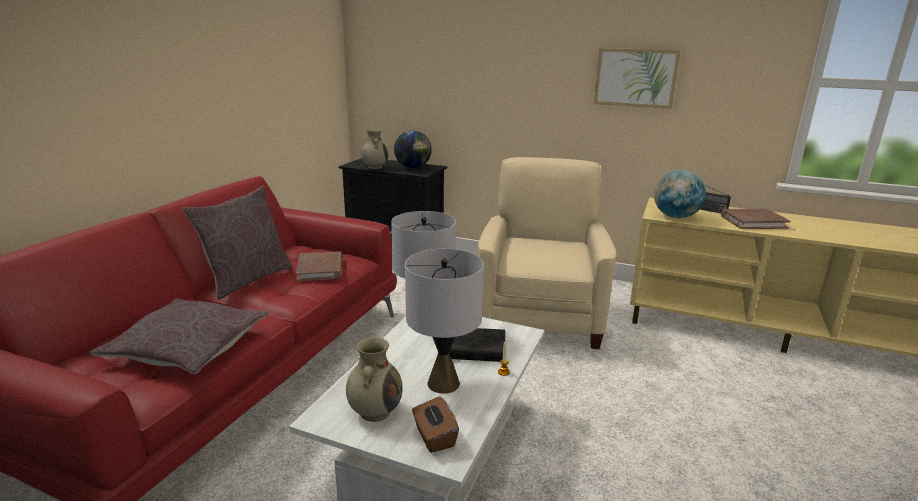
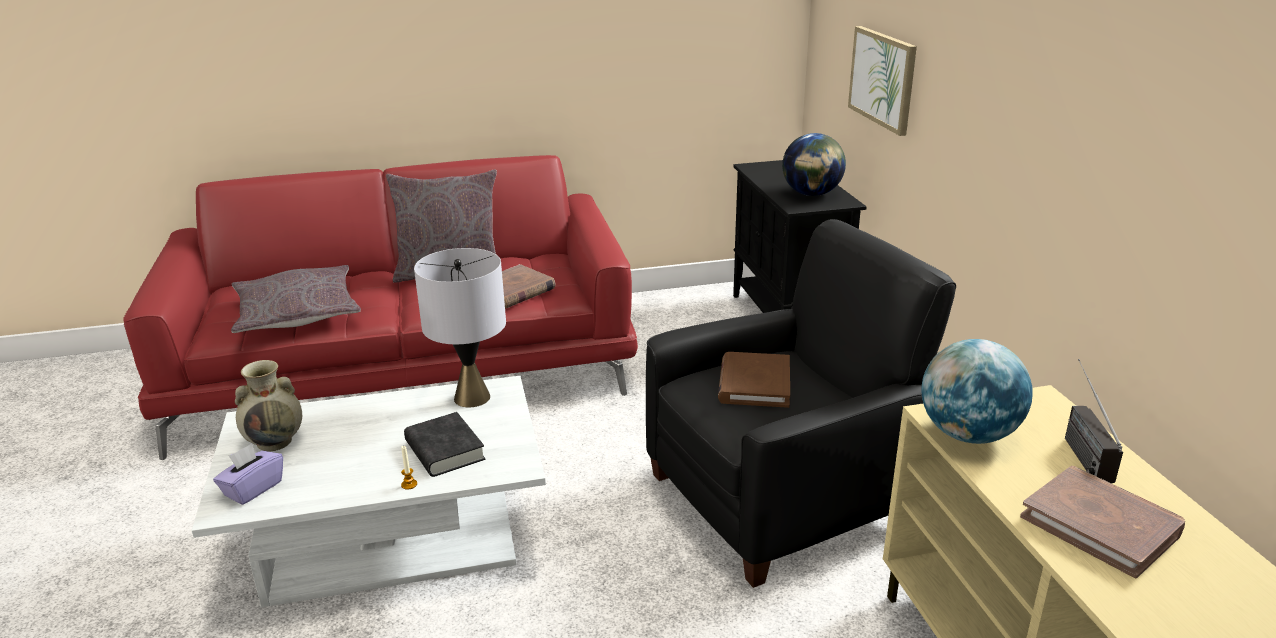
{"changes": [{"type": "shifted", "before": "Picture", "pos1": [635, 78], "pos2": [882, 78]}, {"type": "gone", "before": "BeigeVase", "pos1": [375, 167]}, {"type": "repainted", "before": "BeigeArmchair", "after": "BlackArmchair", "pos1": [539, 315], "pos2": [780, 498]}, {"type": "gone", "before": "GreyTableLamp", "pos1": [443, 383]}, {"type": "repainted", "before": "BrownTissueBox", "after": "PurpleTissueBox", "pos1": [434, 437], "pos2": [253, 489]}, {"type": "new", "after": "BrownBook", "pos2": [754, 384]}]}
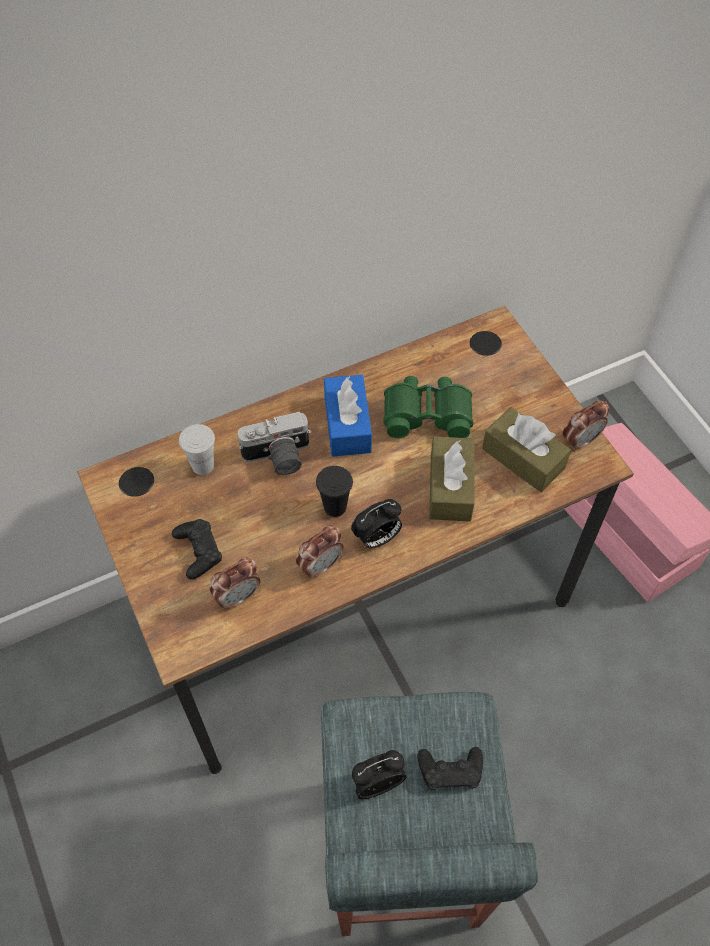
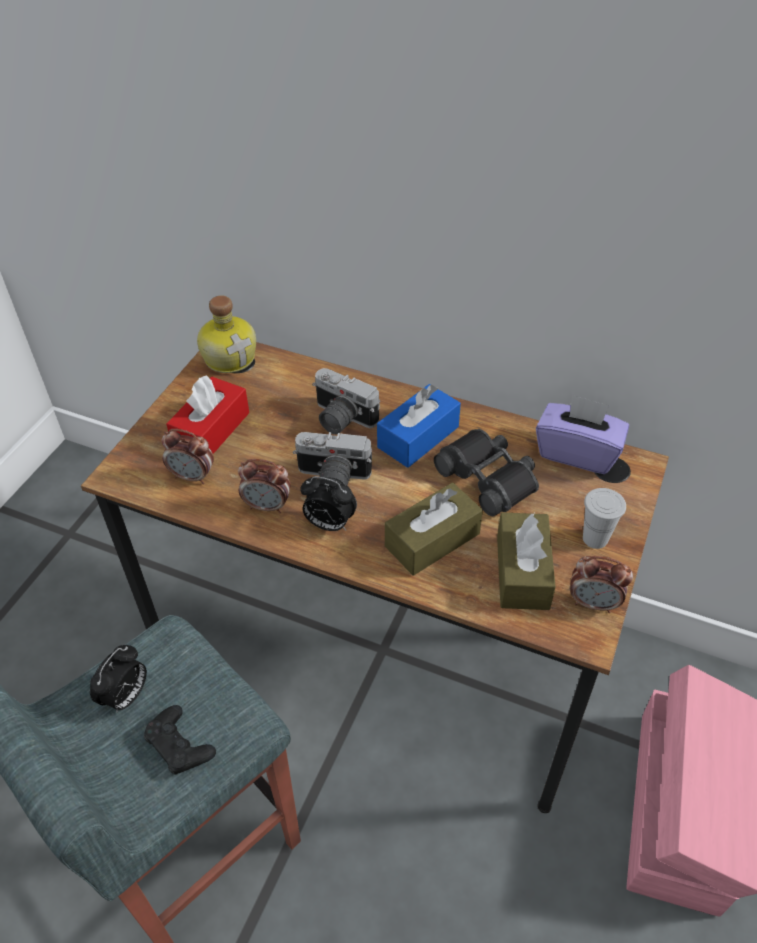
{"changes": [{"type": "repainted", "before": "GreenBinoculars", "after": "BlackBinoculars", "pos1": [427, 414], "pos2": [488, 478]}, {"type": "shifted", "before": "WhiteCup", "pos1": [203, 465], "pos2": [595, 538]}, {"type": "swapped", "before": "BlackCup", "after": "PhotoCamera", "pos1": [335, 507], "pos2": [331, 479]}, {"type": "swapped", "before": "BlackGameController", "after": "RedTissueBox", "pos1": [198, 551], "pos2": [211, 430]}, {"type": "rotated", "before": "AlarmClock", "pos1": [377, 782], "pos2": [126, 696], "turn": 90}, {"type": "new", "after": "Bottle", "pos2": [230, 356]}, {"type": "new", "after": "PurpleTissueBox", "pos2": [577, 452]}]}
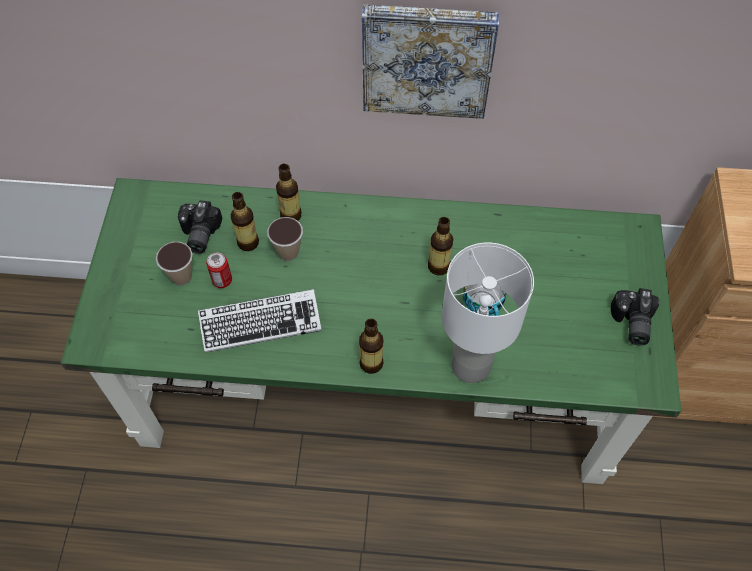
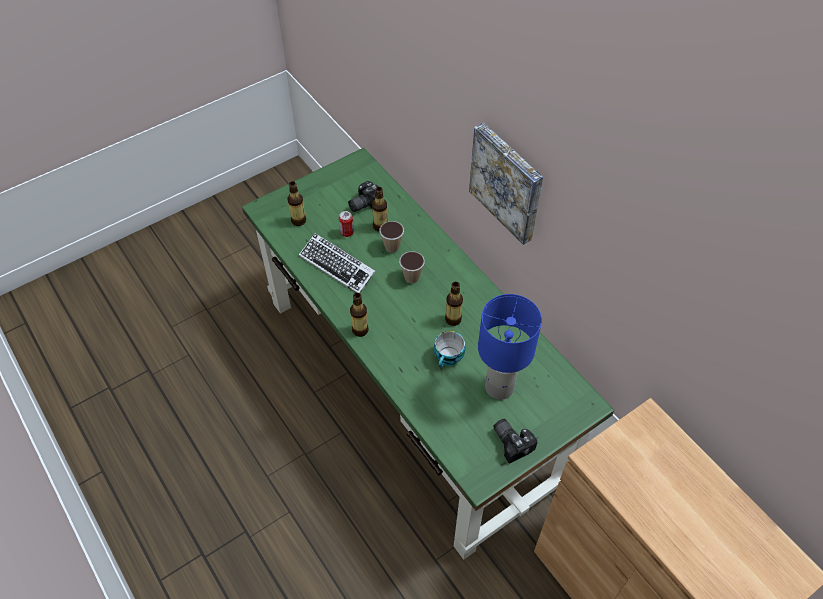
{"changes": [{"type": "shifted", "before": "Bottle", "pos1": [291, 215], "pos2": [298, 221]}, {"type": "shifted", "before": "Cup", "pos1": [181, 277], "pos2": [411, 277]}, {"type": "gone", "before": "WhiteTableLamp", "pos1": [471, 364]}, {"type": "rotated", "before": "PhotoCamera", "pos1": [630, 323], "pos2": [513, 441], "turn": 90}, {"type": "new", "after": "BlueTableLamp", "pos2": [500, 387]}]}
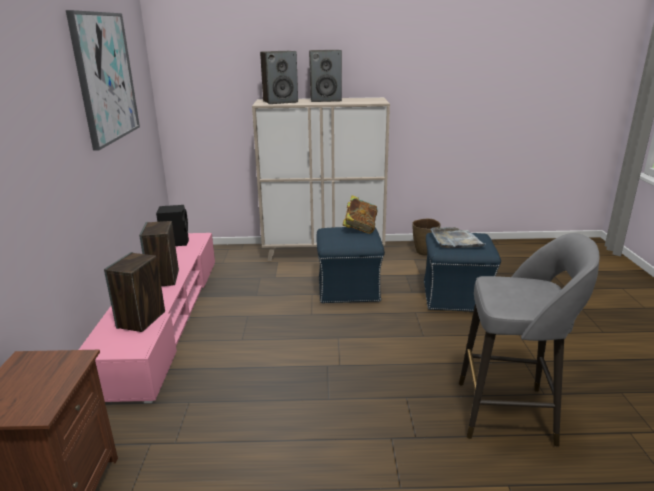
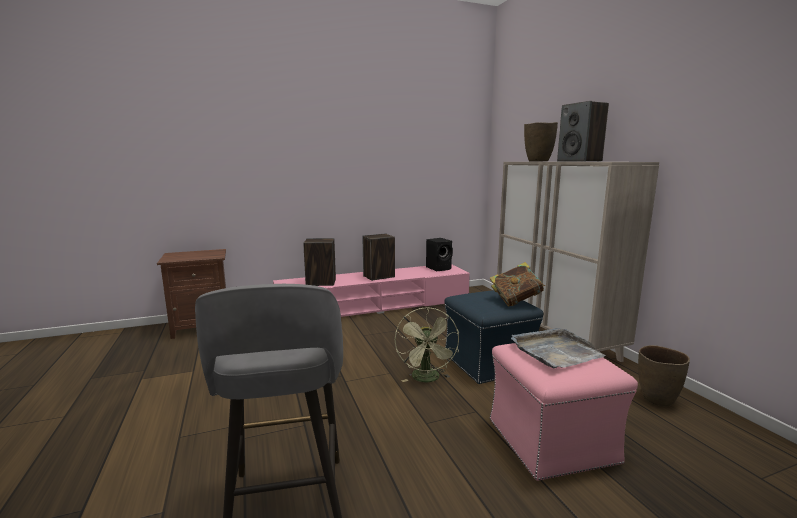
{"changes": [{"type": "gone", "before": "Picture", "pos1": [105, 77]}, {"type": "swapped", "before": "Speaker", "after": "BrownVase", "pos1": [280, 102], "pos2": [538, 161]}, {"type": "repainted", "before": "BlueOttoman", "after": "PinkOttoman", "pos1": [457, 296], "pos2": [552, 441]}, {"type": "new", "after": "GreenFan", "pos2": [427, 379]}]}
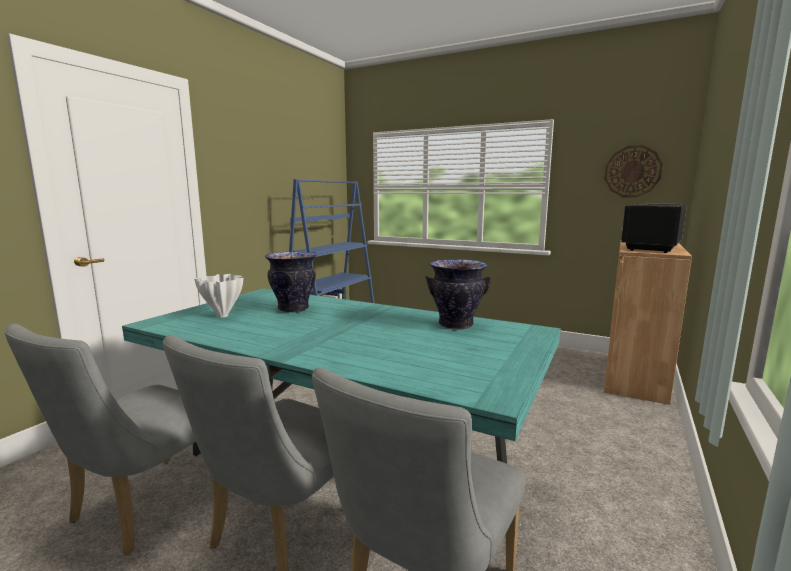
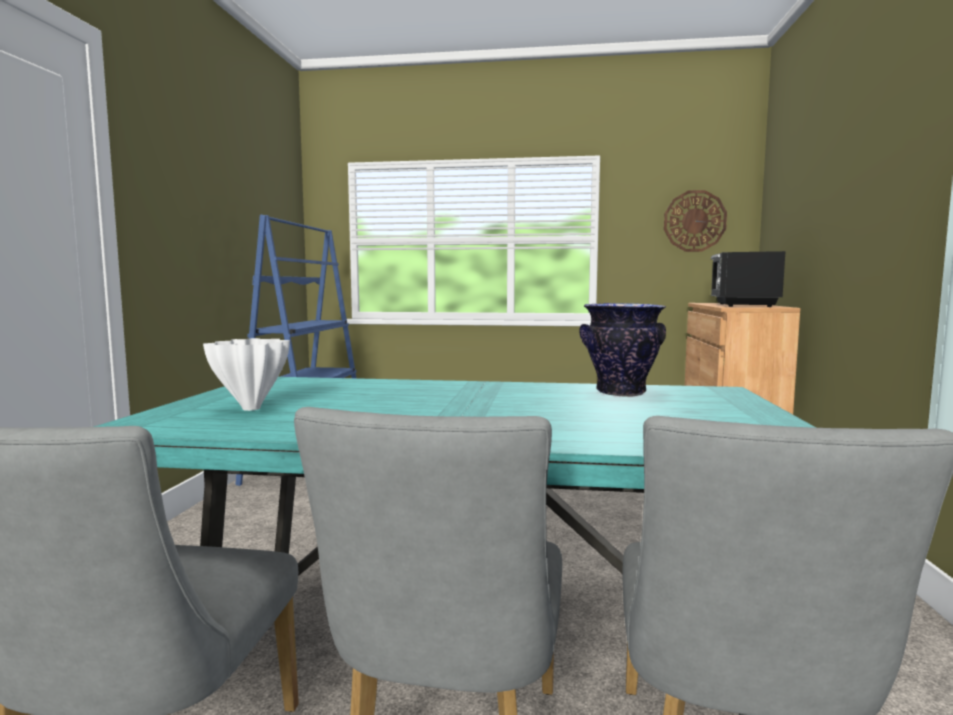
{"changes": [{"type": "gone", "before": "Vase", "pos1": [294, 309]}]}
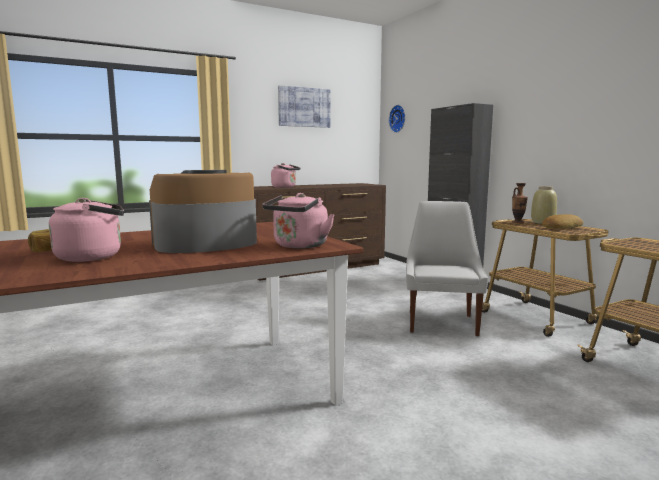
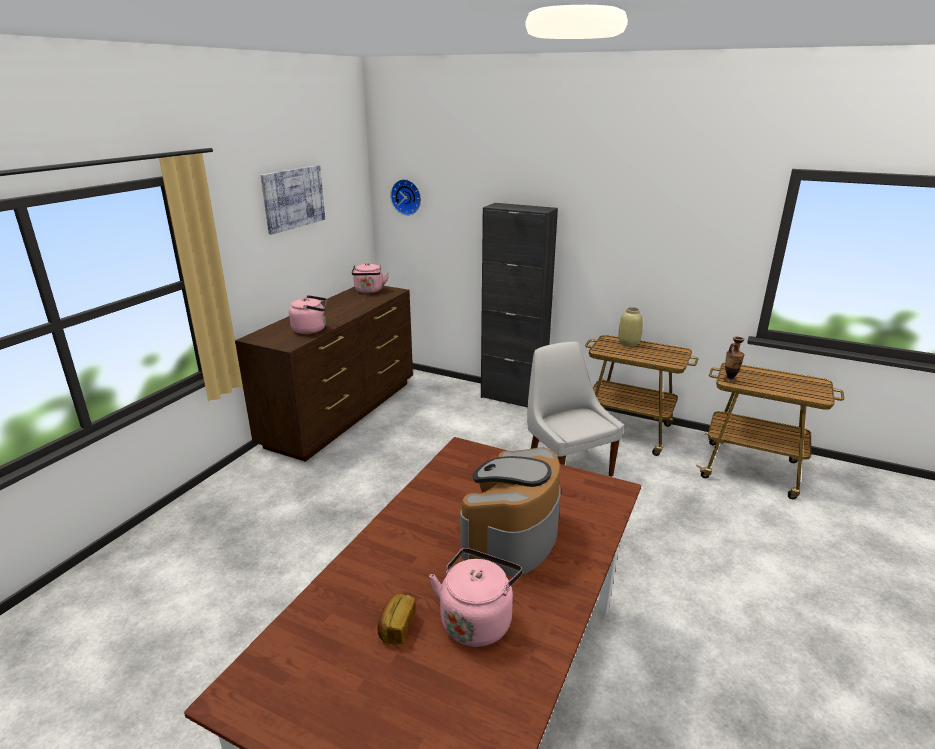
{"changes": [{"type": "shifted", "before": "Vase", "pos1": [517, 222], "pos2": [730, 380]}, {"type": "shifted", "before": "PinkKettle", "pos1": [299, 246], "pos2": [369, 291]}, {"type": "gone", "before": "Bread", "pos1": [561, 227]}]}
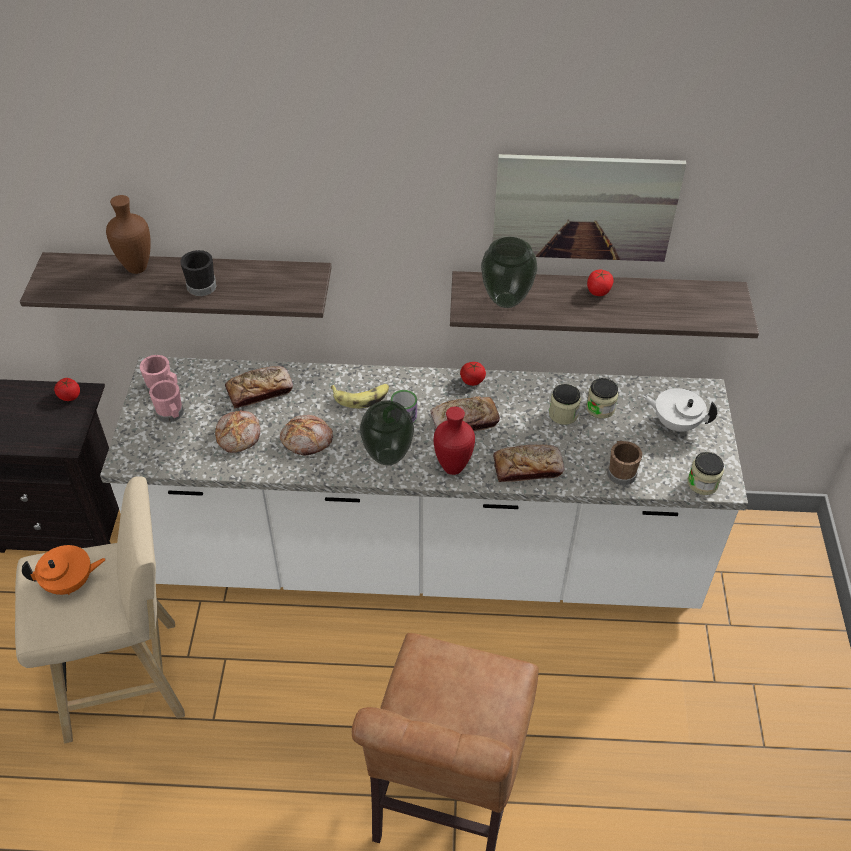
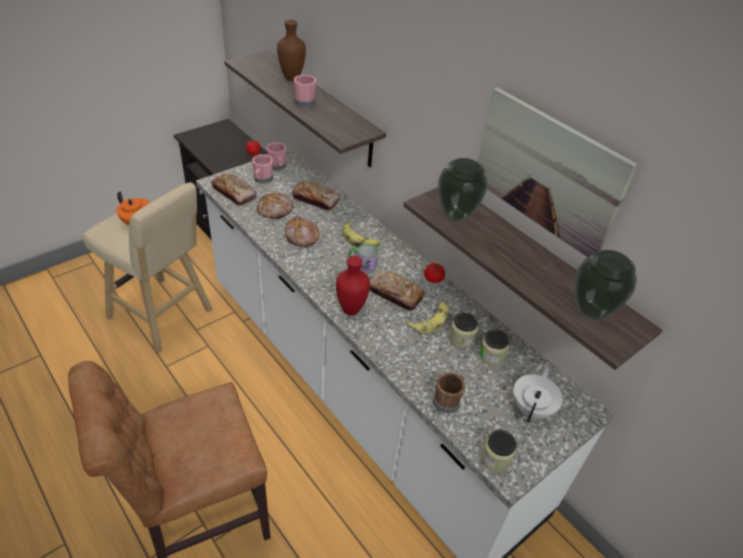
{"changes": [{"type": "repainted", "before": "BlackMug", "after": "PinkMug", "pos1": [200, 284], "pos2": [306, 101]}, {"type": "gone", "before": "Tomato", "pos1": [598, 291]}, {"type": "rotated", "before": "WhiteTeapot", "pos1": [675, 423], "pos2": [532, 408], "turn": 45}, {"type": "shifted", "before": "Vase", "pos1": [387, 456], "pos2": [591, 311]}, {"type": "shifted", "before": "Bread", "pos1": [527, 468], "pos2": [234, 193]}, {"type": "new", "after": "Banana", "pos2": [430, 321]}]}
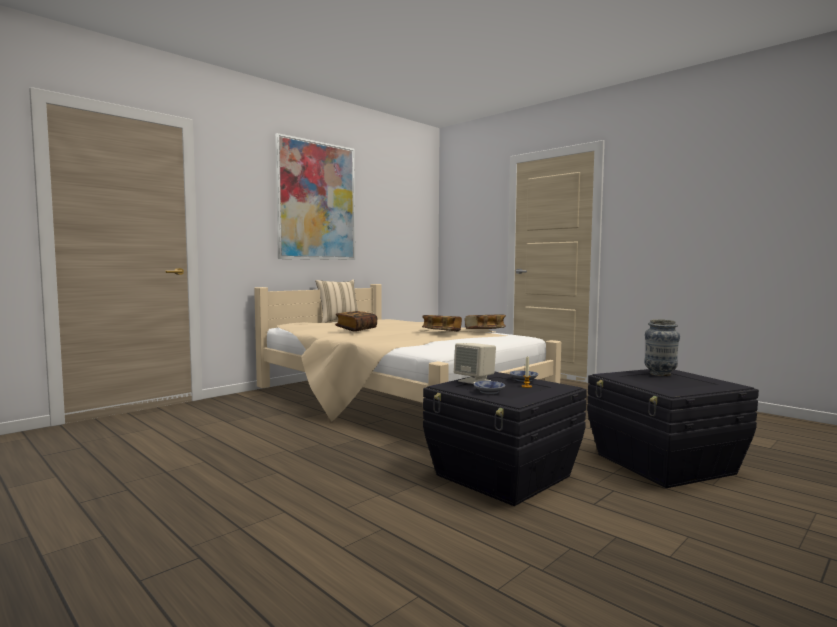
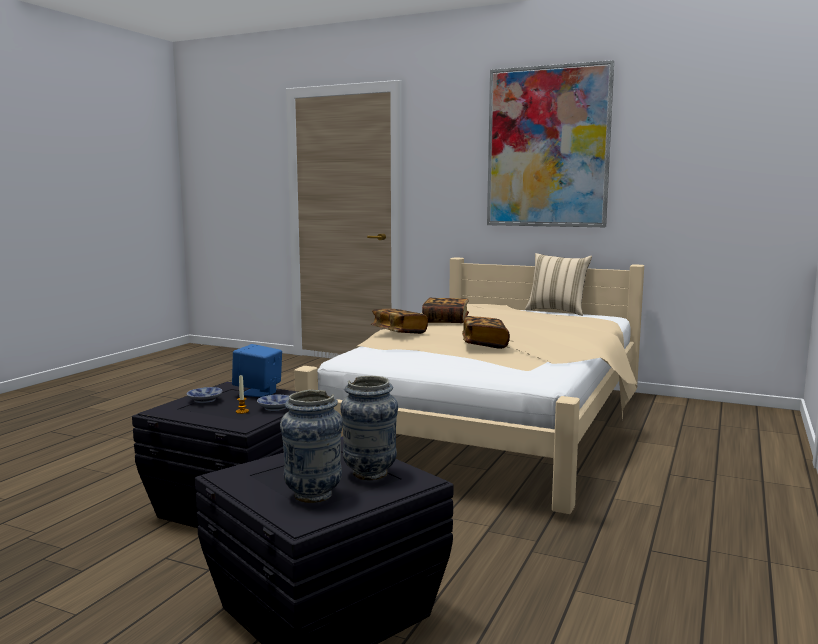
{"changes": [{"type": "shifted", "before": "Book", "pos1": [485, 330], "pos2": [399, 332]}, {"type": "repainted", "before": "BeigeSpeaker", "after": "BlueSpeaker", "pos1": [475, 381], "pos2": [258, 392]}, {"type": "new", "after": "Vase", "pos2": [313, 495]}]}
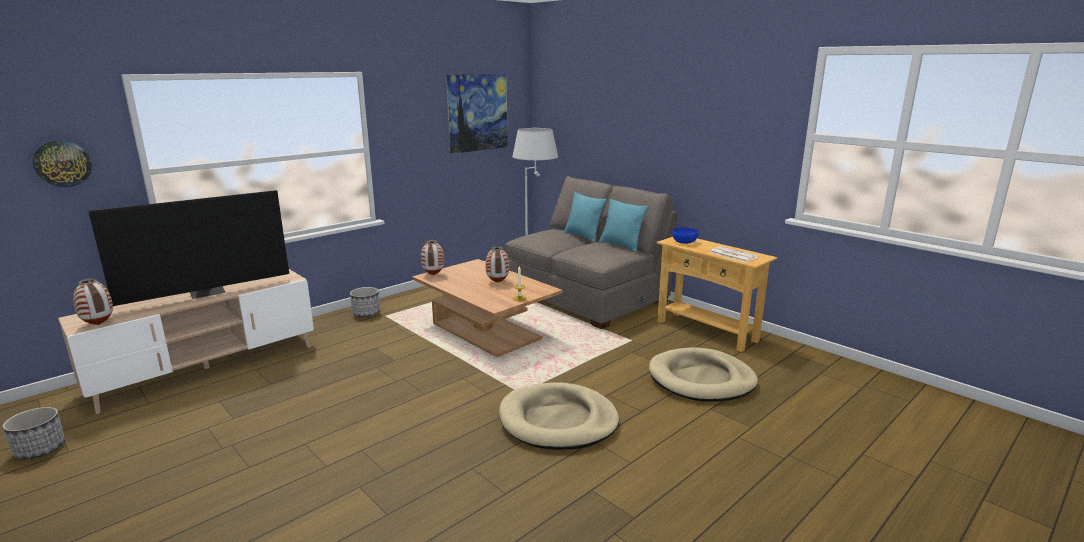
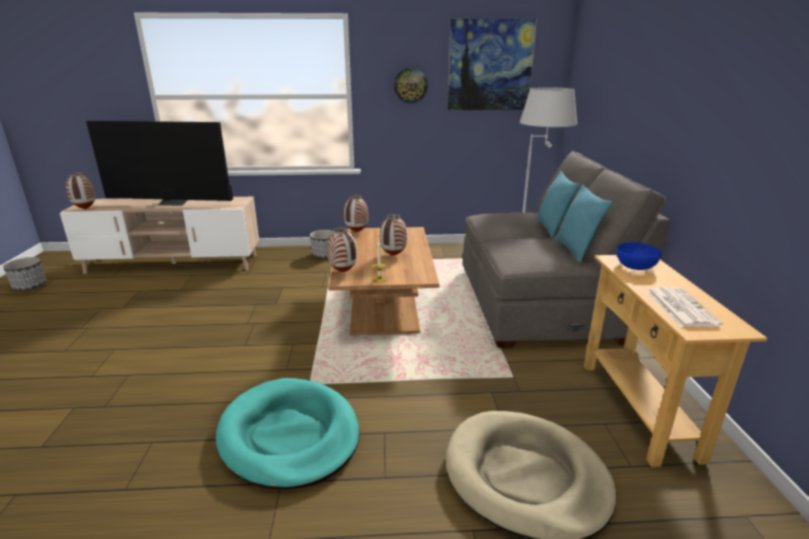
{"changes": [{"type": "shifted", "before": "WallClock", "pos1": [62, 163], "pos2": [410, 85]}, {"type": "repainted", "before": "BeigeDogBed", "after": "TurquoiseDogBed", "pos1": [558, 421], "pos2": [289, 436]}, {"type": "new", "after": "Vase", "pos2": [343, 272]}]}
